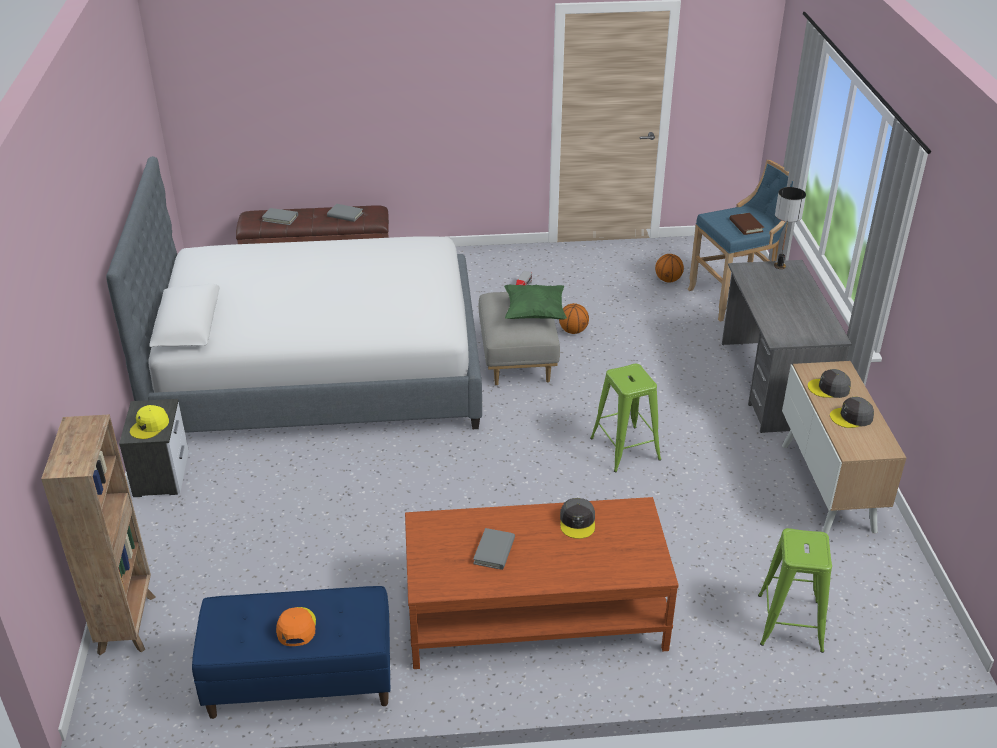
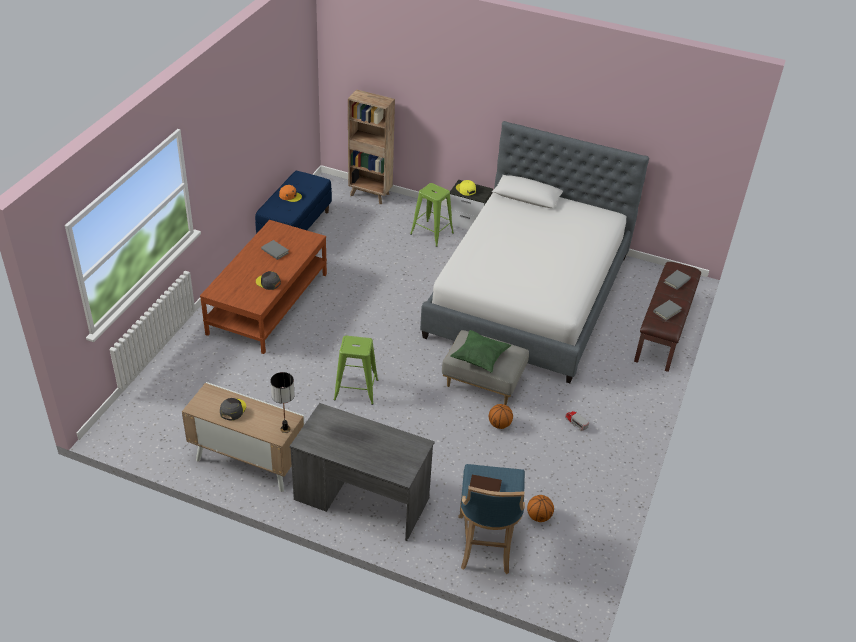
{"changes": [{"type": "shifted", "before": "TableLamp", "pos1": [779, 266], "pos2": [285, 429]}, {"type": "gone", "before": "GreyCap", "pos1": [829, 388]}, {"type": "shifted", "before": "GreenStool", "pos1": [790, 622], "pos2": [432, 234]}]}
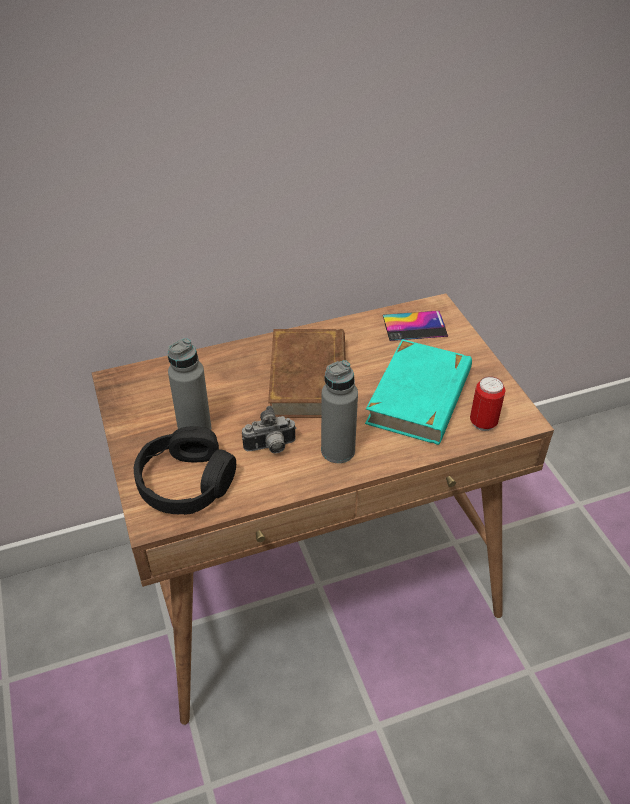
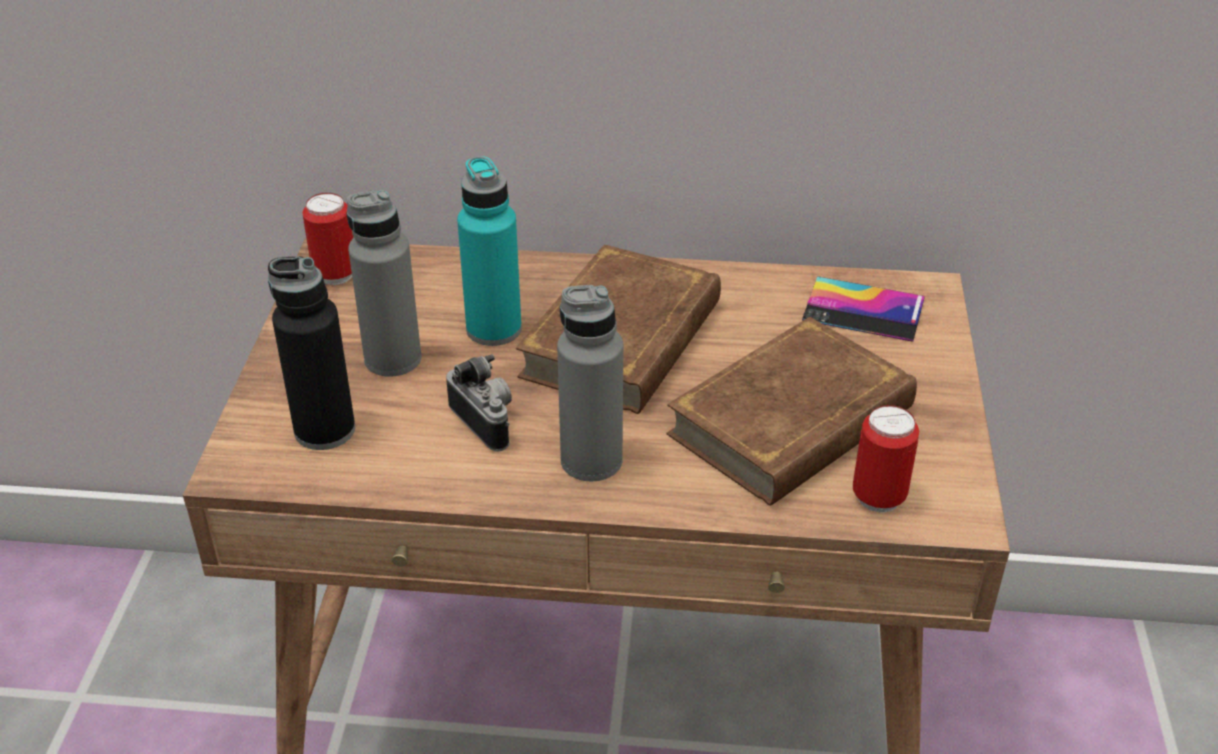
{"changes": [{"type": "repainted", "before": "TurquoiseBook", "after": "BrownBook", "pos1": [420, 397], "pos2": [793, 422]}, {"type": "rotated", "before": "PhotoCamera", "pos1": [270, 448], "pos2": [487, 422], "turn": -135}, {"type": "swapped", "before": "BlackHeadphones", "after": "BlackBottle", "pos1": [186, 482], "pos2": [325, 430]}, {"type": "new", "after": "TurquoiseBottle", "pos2": [494, 329]}, {"type": "new", "after": "Can", "pos2": [335, 274]}]}
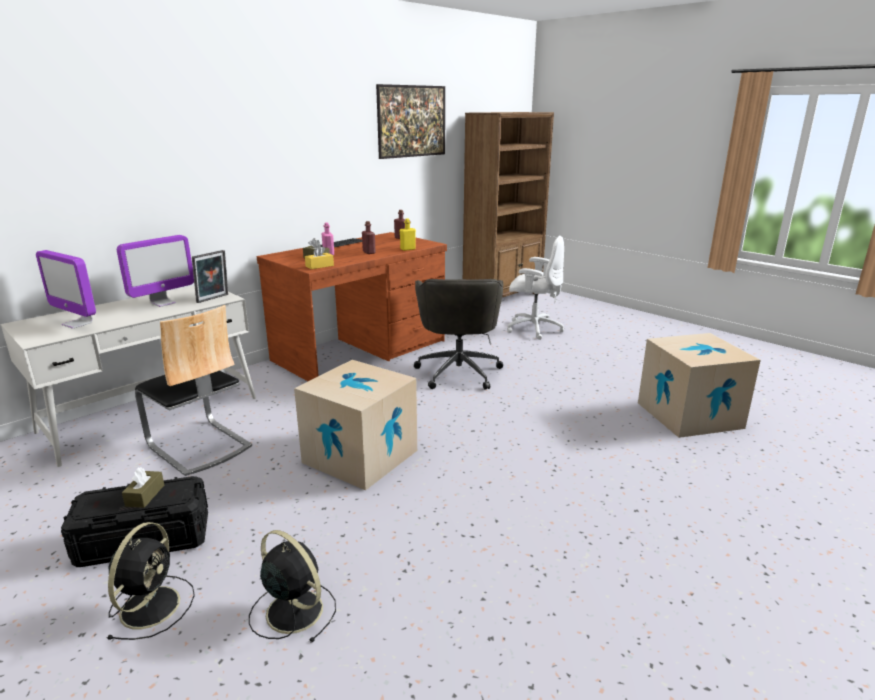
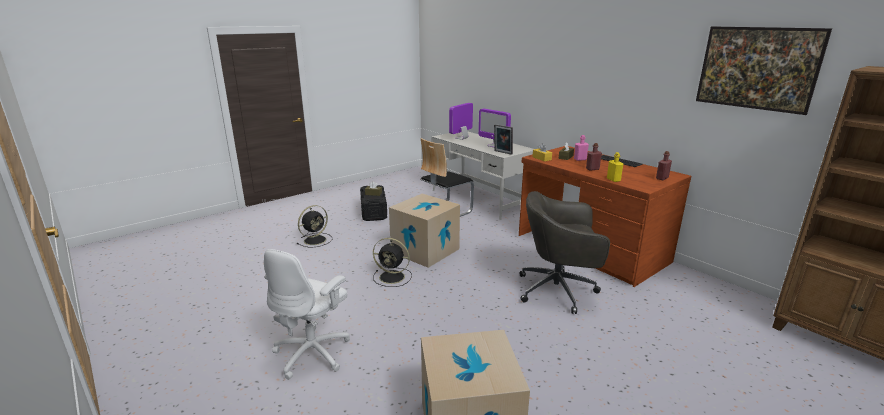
{"changes": [{"type": "shifted", "before": "WhiteOfficeChair", "pos1": [533, 329], "pos2": [313, 353]}, {"type": "shifted", "before": "BlackFan", "pos1": [152, 605], "pos2": [393, 277]}]}
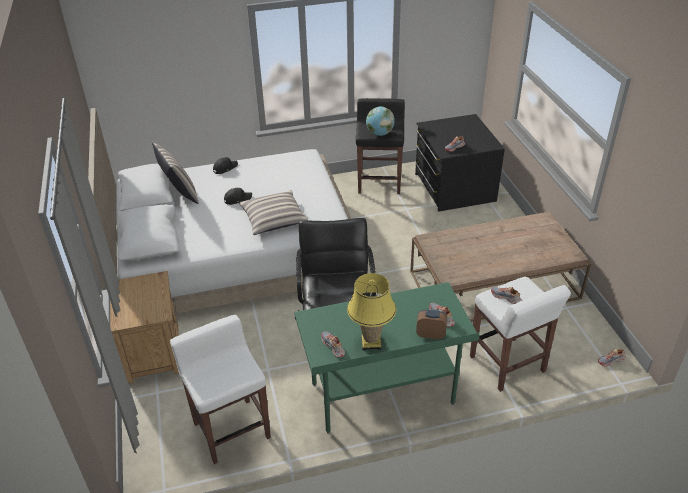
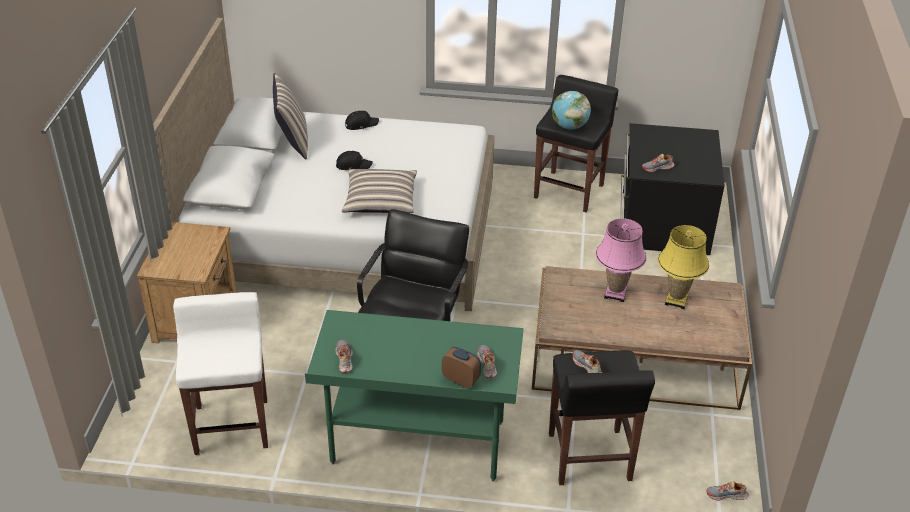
{"changes": [{"type": "shifted", "before": "YellowTableLamp", "pos1": [371, 343], "pos2": [676, 300]}, {"type": "repainted", "before": "WhiteStool", "after": "BlackStool", "pos1": [507, 365], "pos2": [589, 458]}, {"type": "new", "after": "PinkTableLamp", "pos2": [615, 294]}]}
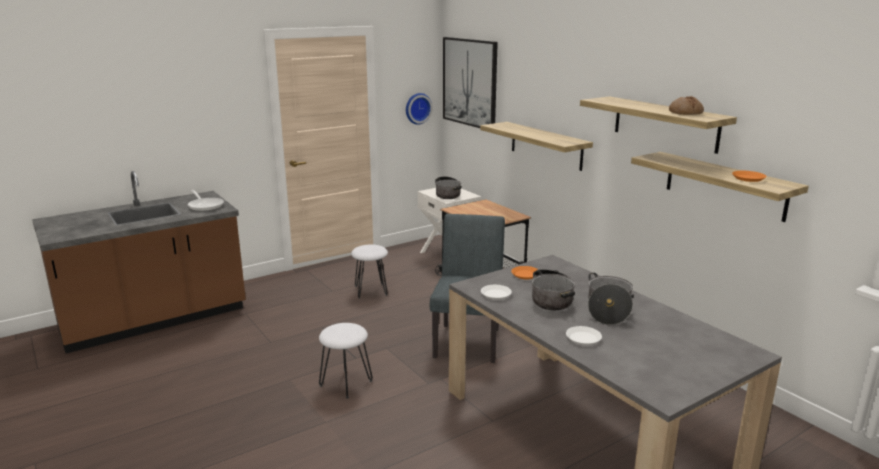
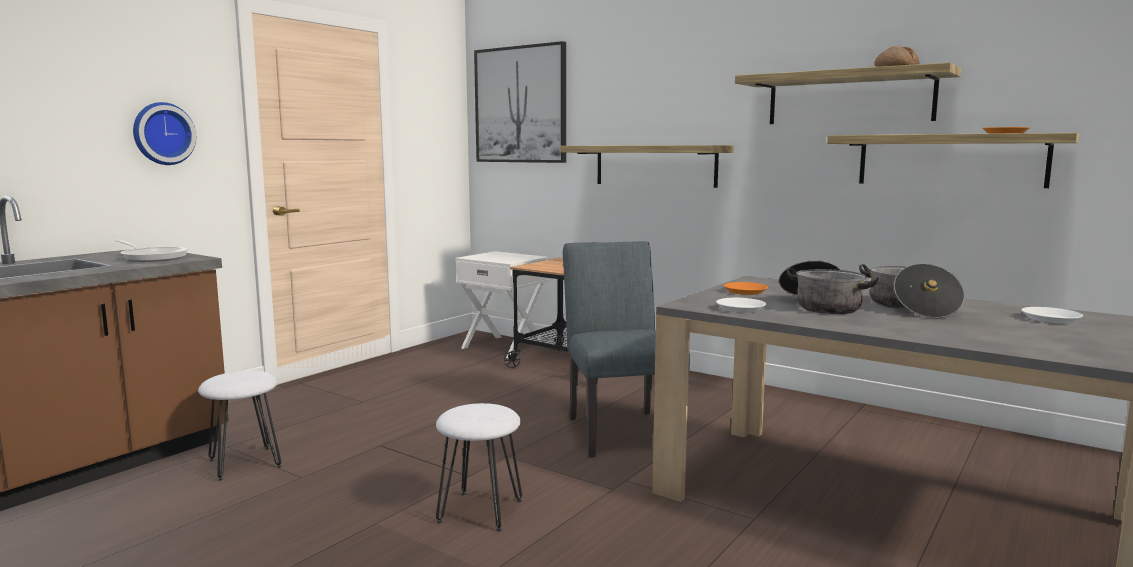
{"changes": [{"type": "shifted", "before": "WallClock", "pos1": [417, 108], "pos2": [162, 134]}, {"type": "gone", "before": "CookingPot", "pos1": [448, 194]}, {"type": "shifted", "before": "WhiteStool", "pos1": [370, 290], "pos2": [244, 463]}, {"type": "shifted", "before": "WhitePlate", "pos1": [583, 338], "pos2": [1050, 319]}]}
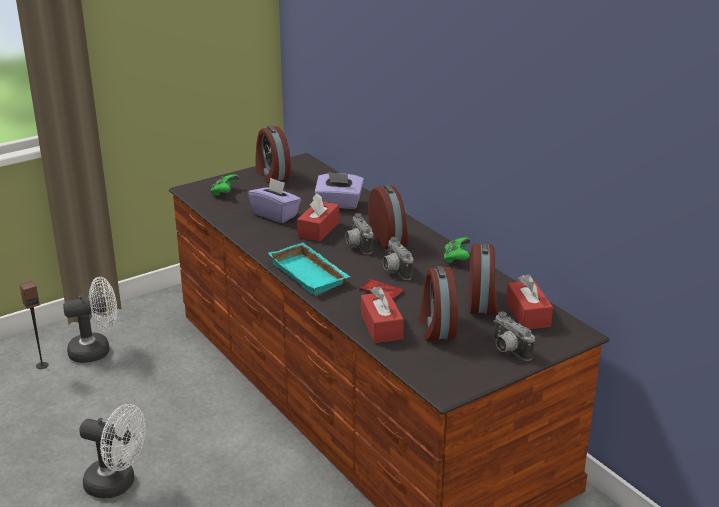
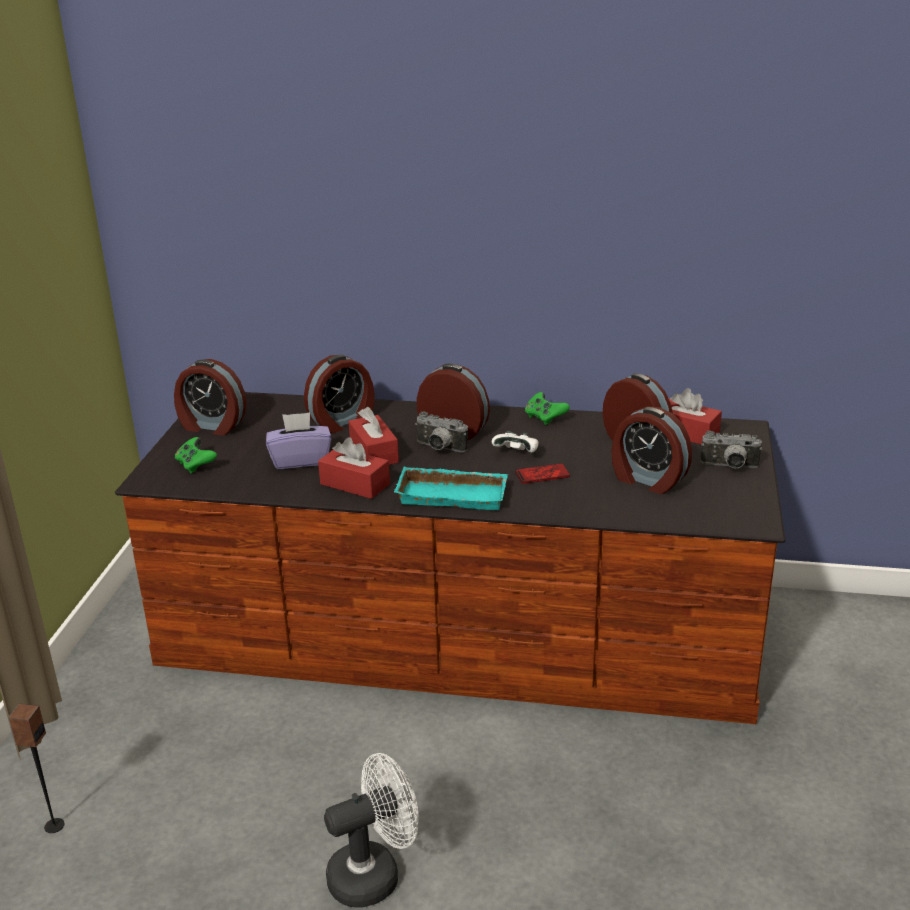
{"changes": [{"type": "swapped", "before": "PurpleTissueBox", "after": "AlarmClock", "pos1": [339, 204], "pos2": [343, 421]}, {"type": "swapped", "before": "PhotoCamera", "after": "WhiteGameController", "pos1": [394, 270], "pos2": [517, 453]}, {"type": "gone", "before": "WhiteFan", "pos1": [96, 350]}, {"type": "shifted", "before": "RedTissueBox", "pos1": [381, 327], "pos2": [355, 484]}]}
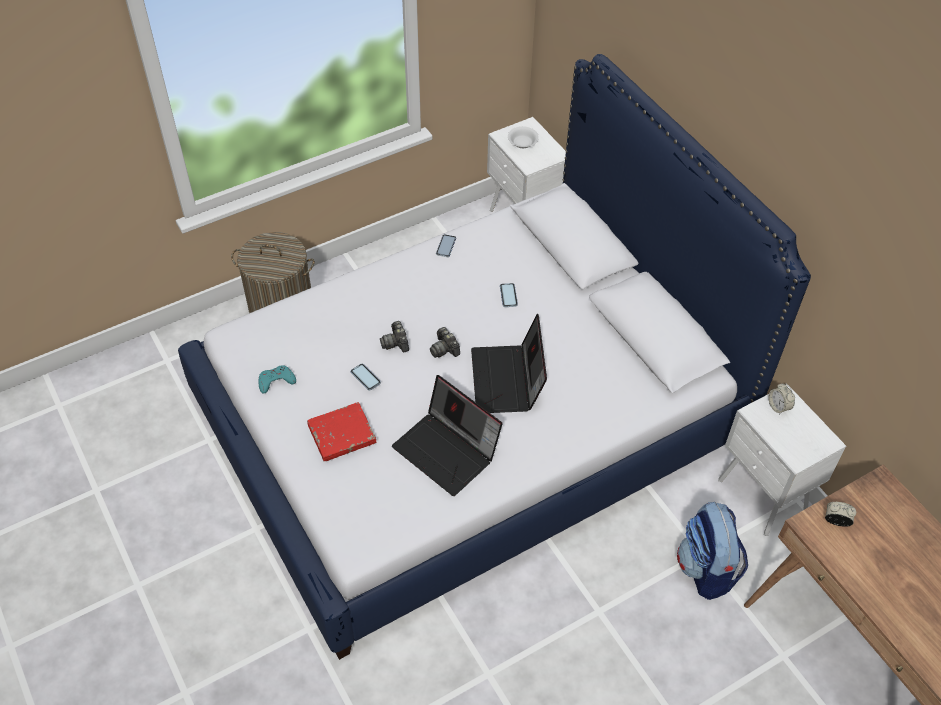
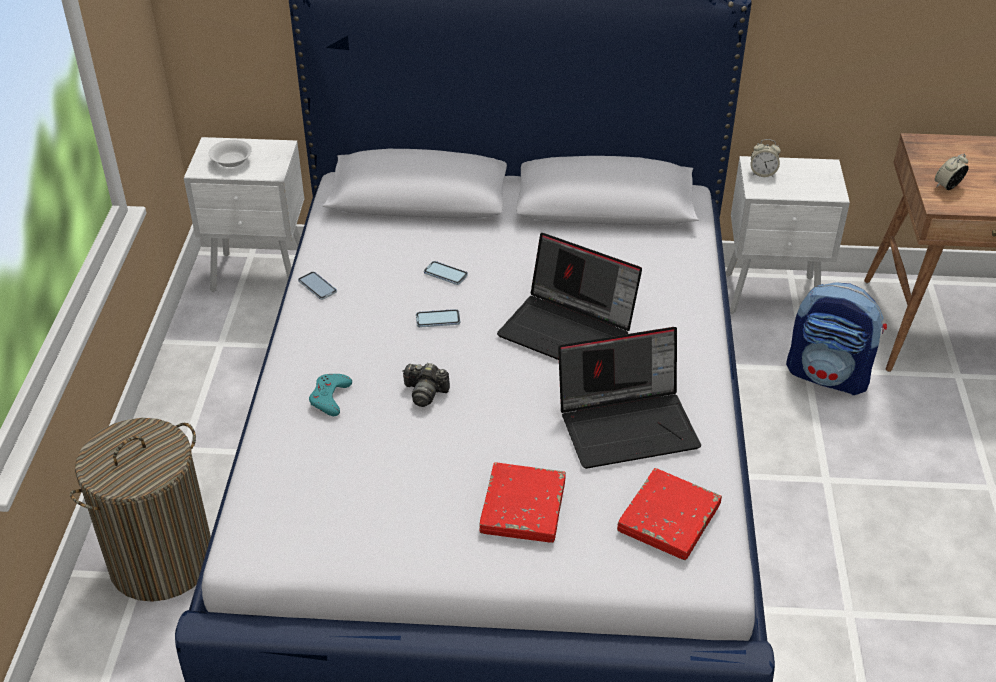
{"changes": [{"type": "gone", "before": "PhotoCamera", "pos1": [444, 349]}, {"type": "shifted", "before": "Phone", "pos1": [365, 377], "pos2": [438, 319]}, {"type": "shifted", "before": "TurquoiseGameController", "pos1": [276, 381], "pos2": [330, 398]}, {"type": "new", "after": "RedBook", "pos2": [668, 518]}]}
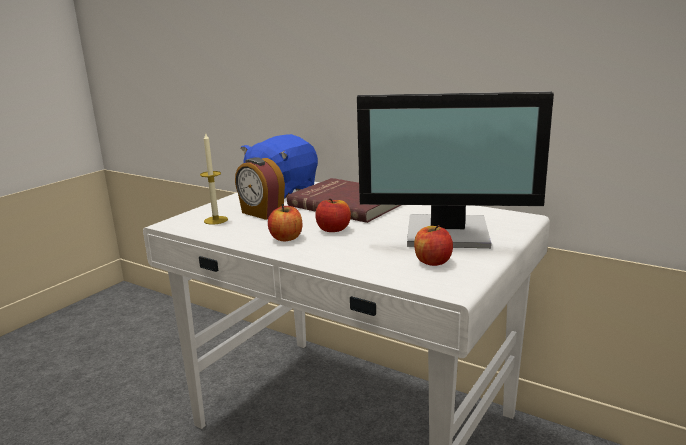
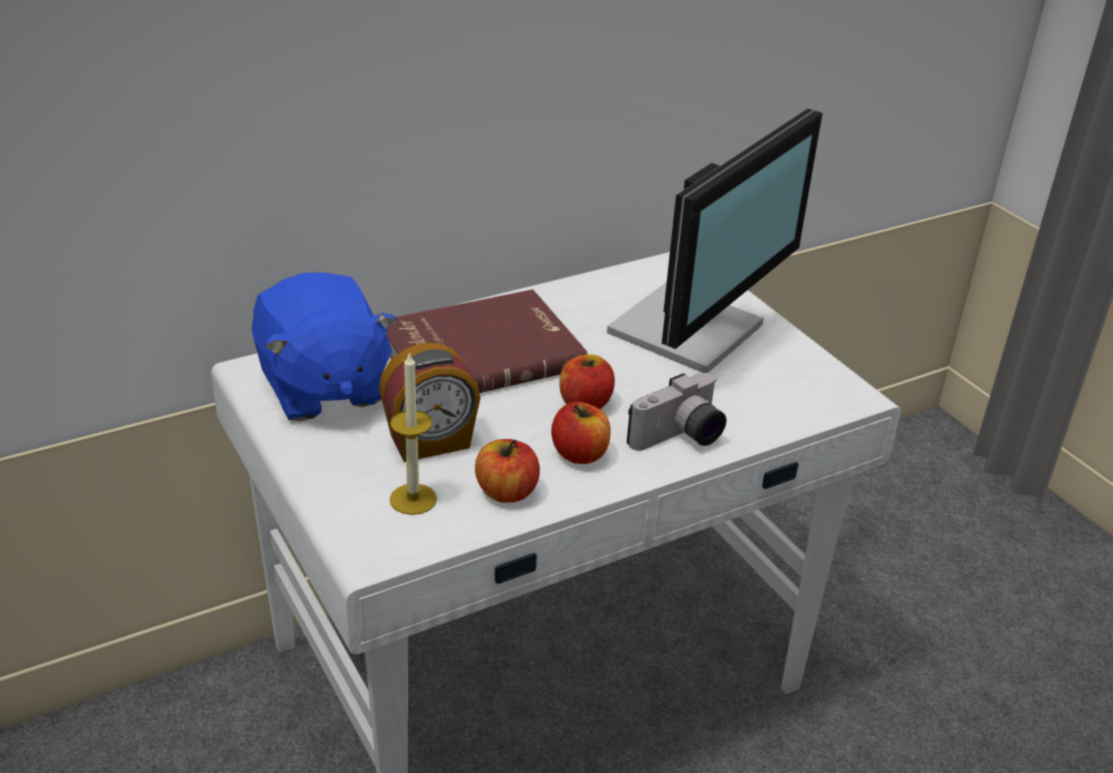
{"changes": [{"type": "shifted", "before": "Apple", "pos1": [433, 261], "pos2": [506, 492]}, {"type": "new", "after": "PhotoCamera", "pos2": [680, 438]}]}
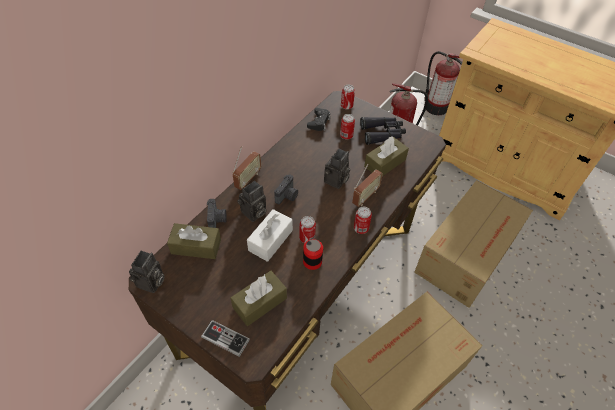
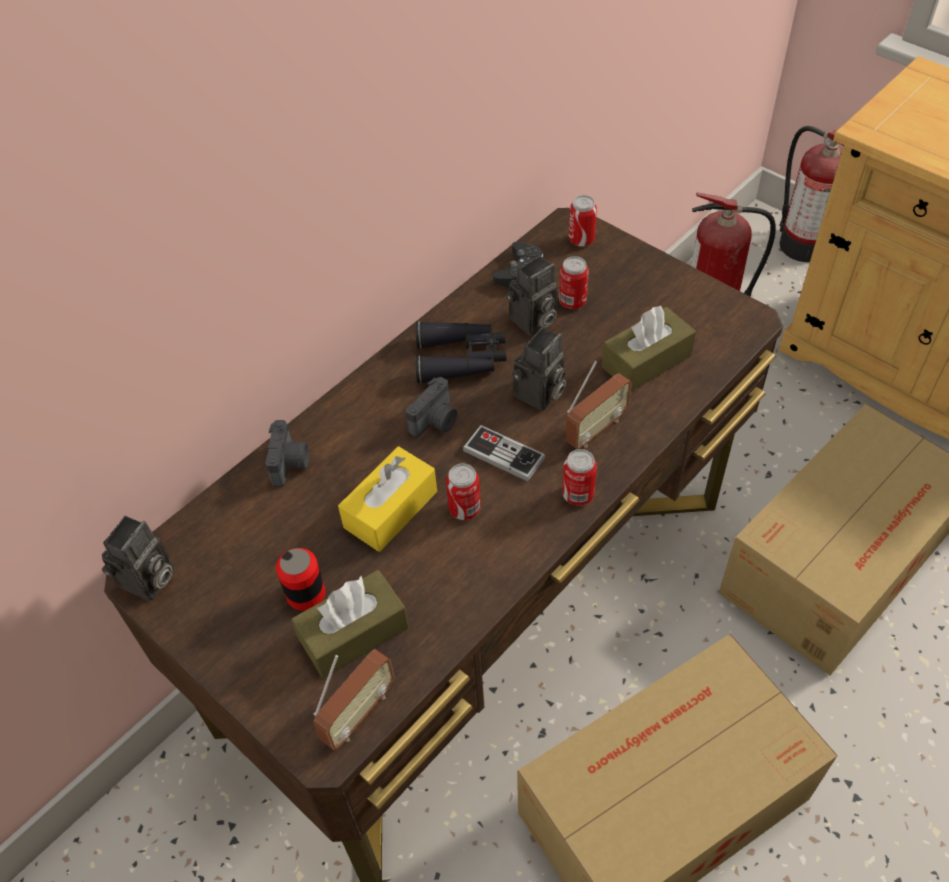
{"changes": [{"type": "shifted", "before": "BlackBinoculars", "pos1": [382, 133], "pos2": [461, 359]}, {"type": "shifted", "before": "Radio", "pos1": [248, 179], "pos2": [359, 713]}, {"type": "shifted", "before": "PhotoCamera", "pos1": [253, 213], "pos2": [533, 322]}, {"type": "repainted", "before": "WhiteTissueBox", "after": "YellowTissueBox", "pos1": [270, 240], "pos2": [391, 509]}, {"type": "gone", "before": "BrownTissueBox", "pos1": [196, 246]}, {"type": "shifted", "before": "Can", "pos1": [312, 262], "pos2": [306, 594]}, {"type": "shifted", "before": "GameController", "pos1": [225, 338], "pos2": [503, 455]}]}
